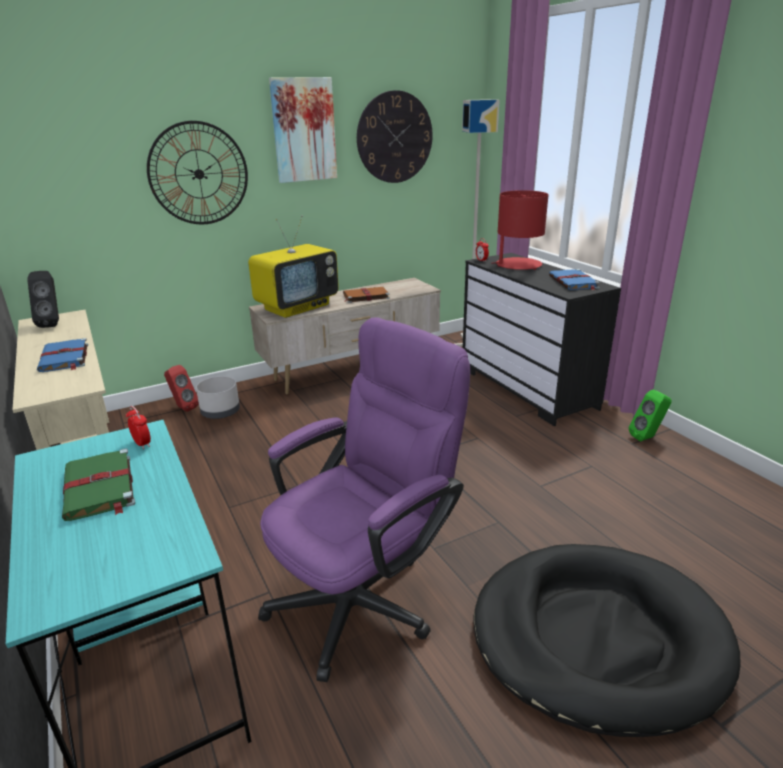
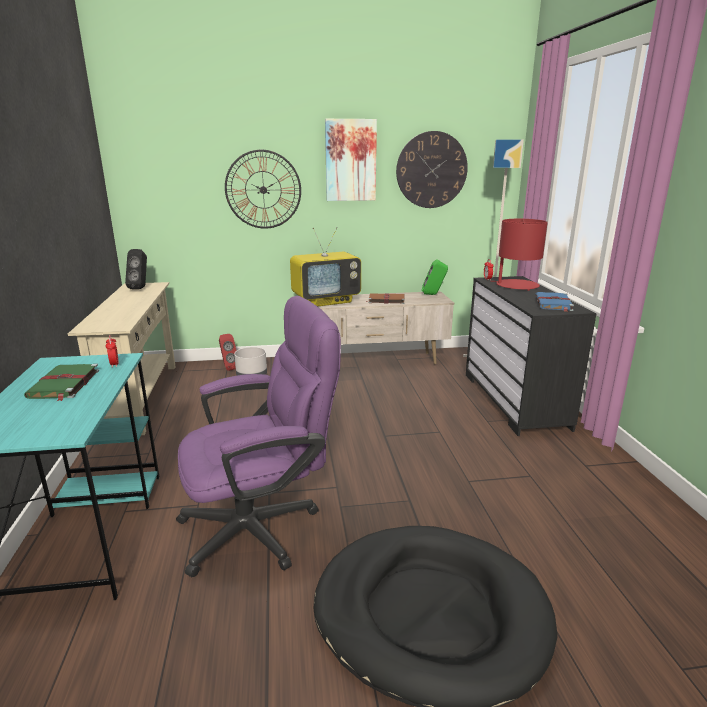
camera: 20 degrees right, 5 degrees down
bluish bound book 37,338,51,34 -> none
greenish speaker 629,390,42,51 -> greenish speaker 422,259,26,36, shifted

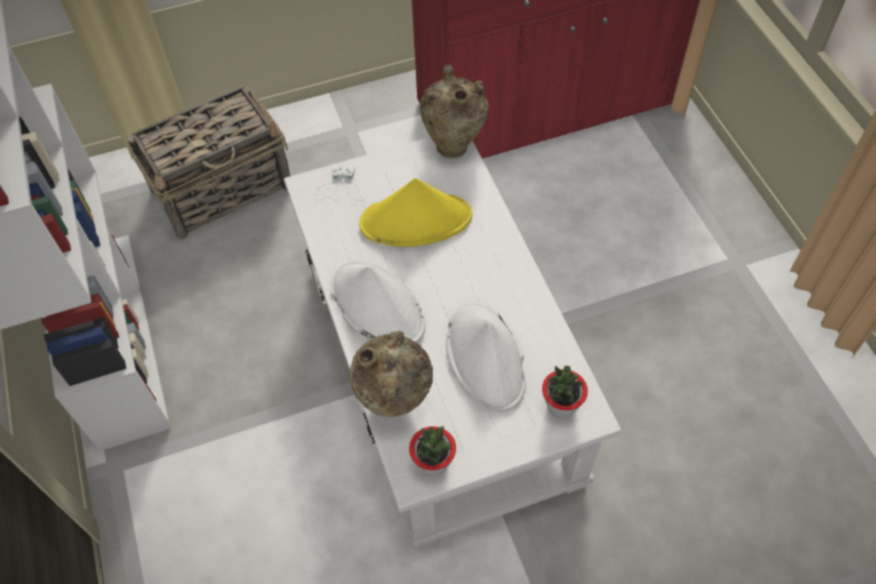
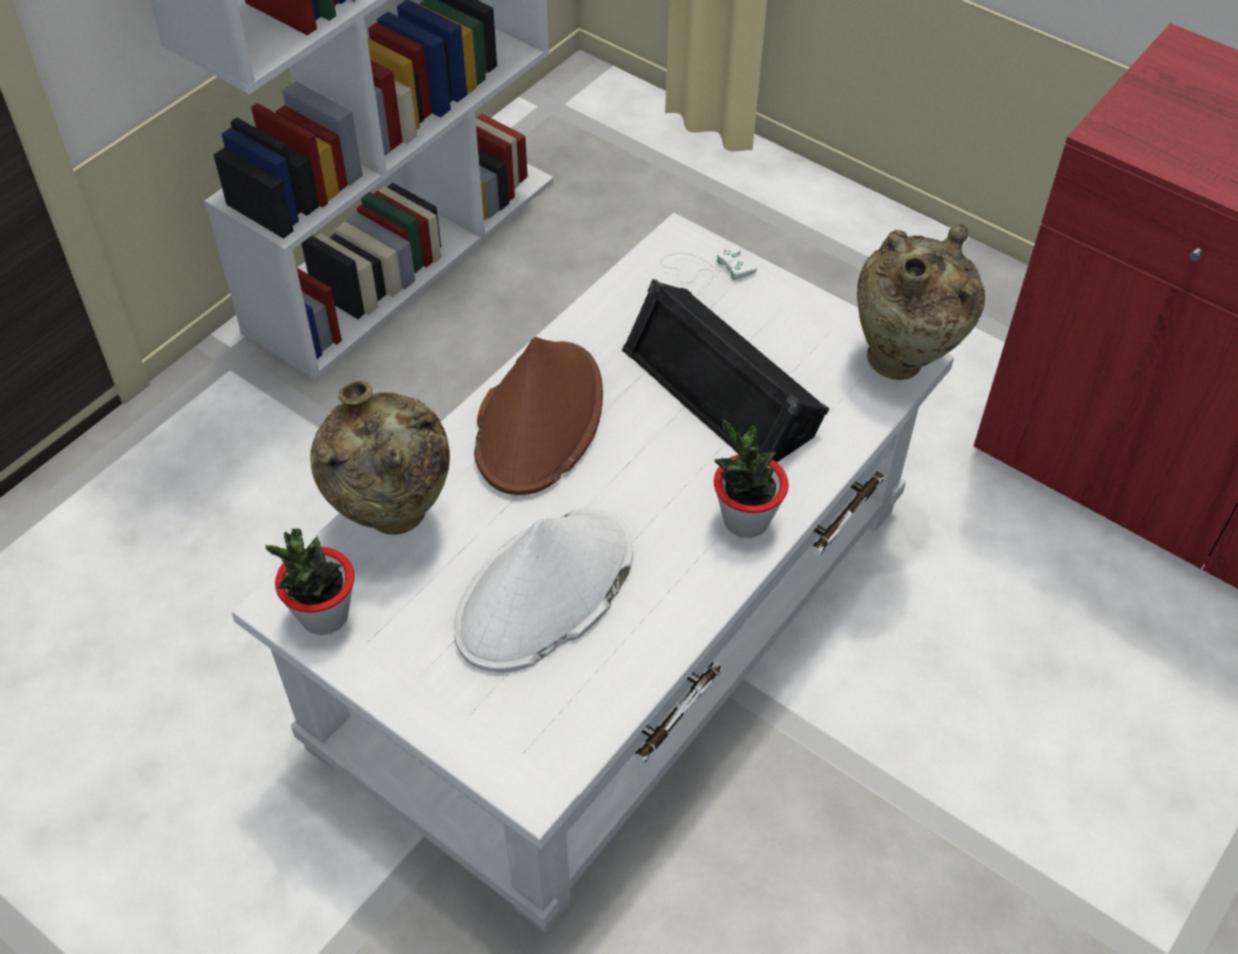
camera: 55 degrees right, 5 degrees down
storage basket 127,86,163,153 -> none
white-coloured hat 330,261,95,81 -> brown hat 474,337,129,158
yellow hat 359,178,113,69 -> black-coloured speaker 622,279,207,183
potted plant 542,366,46,53 -> potted plant 714,419,75,119, shifted

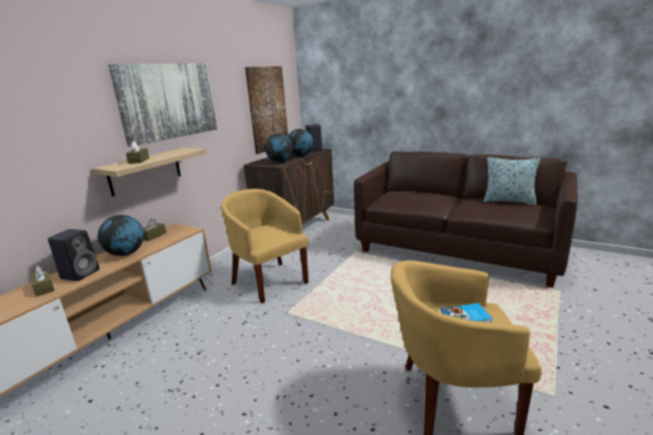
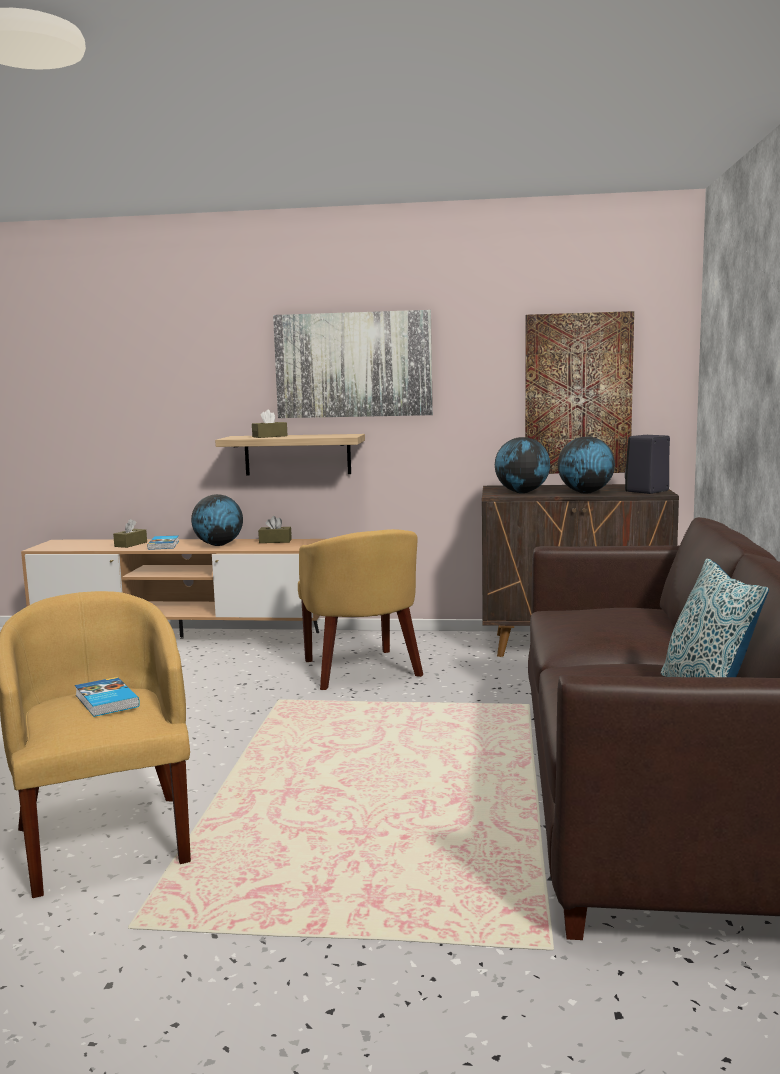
camera: 65 degrees right, 10 degrees down
black-coloured speaker 48,229,52,52 -> bound book 147,535,32,15
yellow lounge chair 221,189,88,115 -> yellow lounge chair 298,529,125,161, 135 degrees clockwise

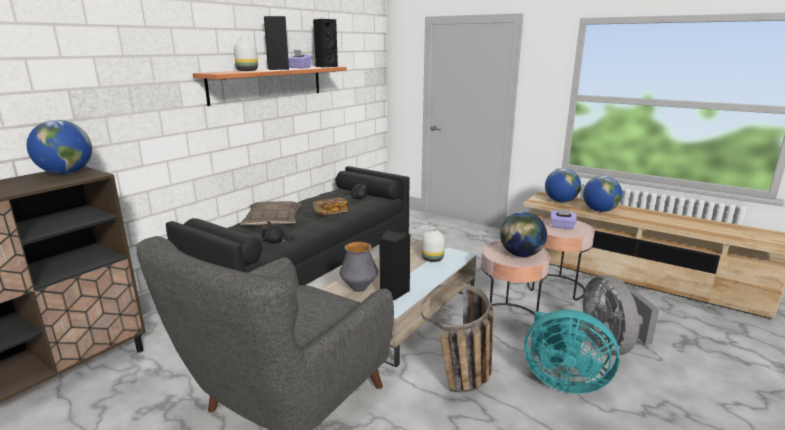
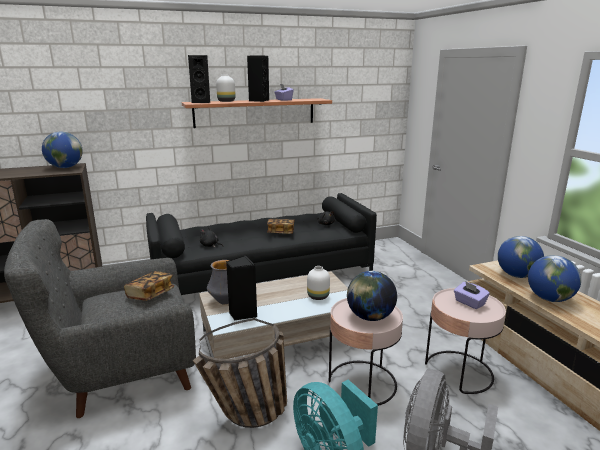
camera: 35 degrees right, 0 degrees up
throw pillow 240,201,61,24 -> none
black-coloured speaker 313,19,25,48 -> black-coloured speaker 188,55,22,48, shifted
none -> bound book 124,271,50,30

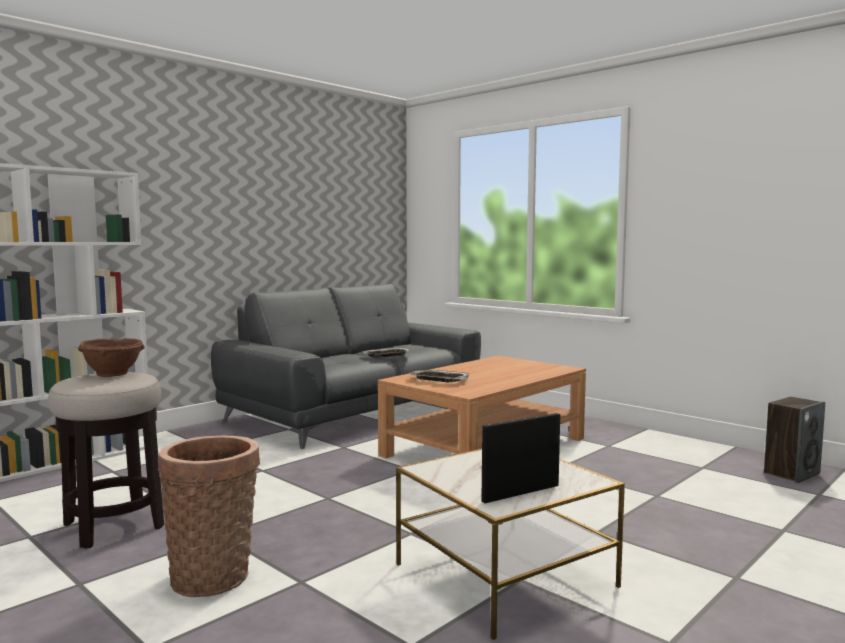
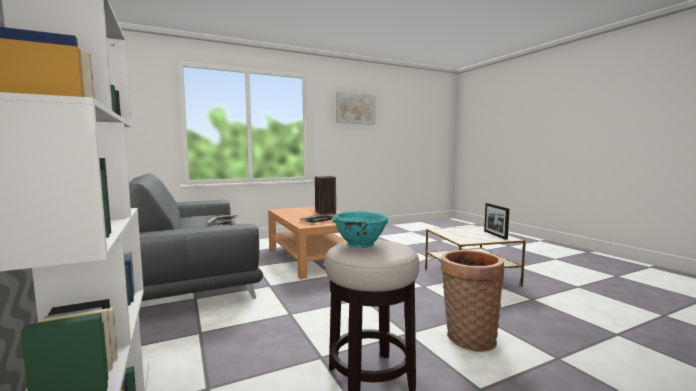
camera: 70 degrees left, 0 degrees up
brown deep dish 78,338,67,39 -> blue-green deep dish 333,211,55,37
speaker 764,397,61,86 -> speaker 315,176,21,39, shifted
none -> wall art 336,93,40,32

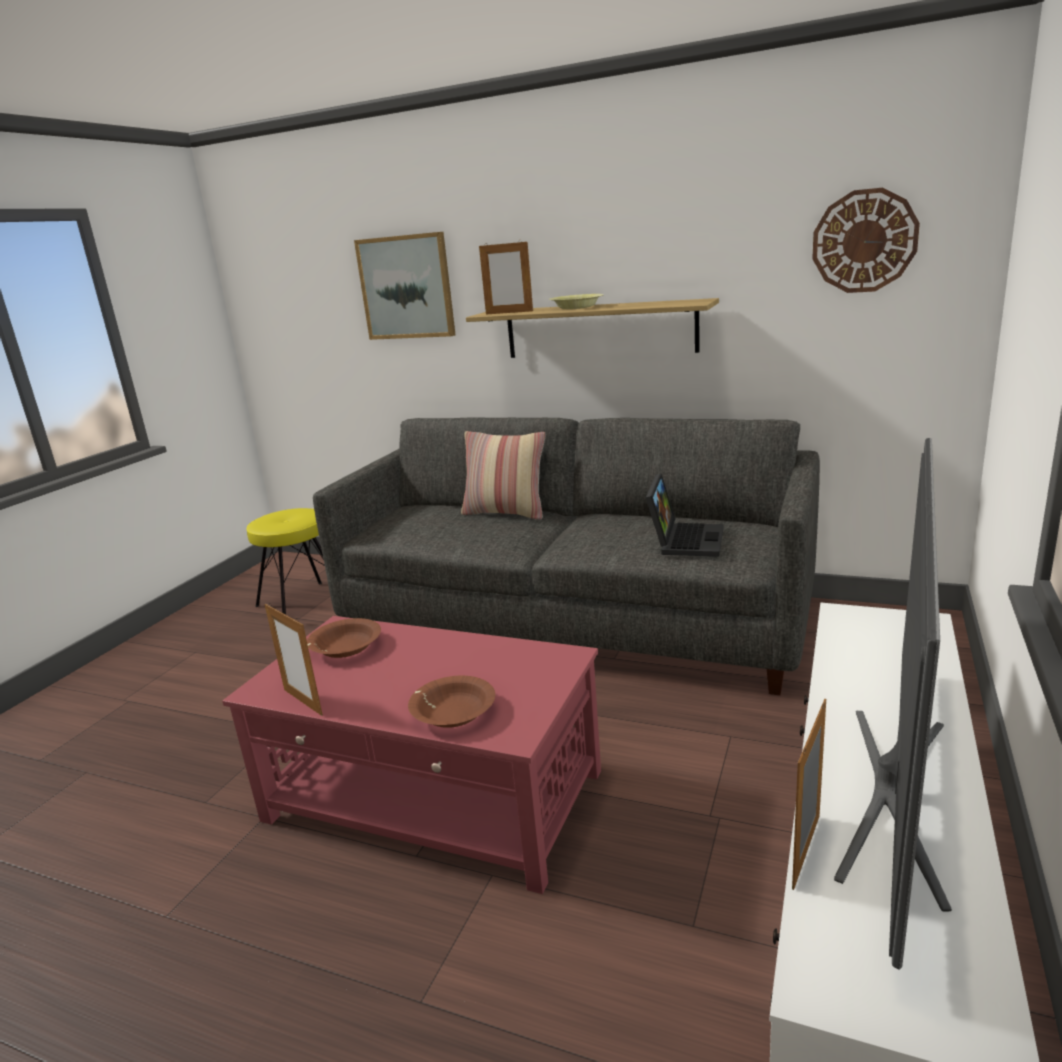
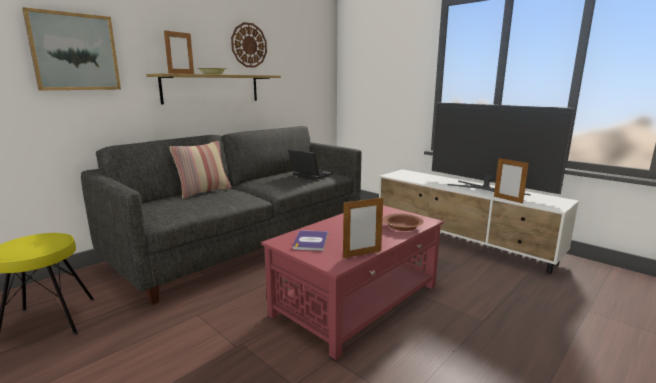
camera: 70 degrees left, 5 degrees down
brown deep dish 307,618,74,40 -> bound book 293,230,35,21
wall clock 812,188,108,105 -> wall clock 231,22,36,46, shifted

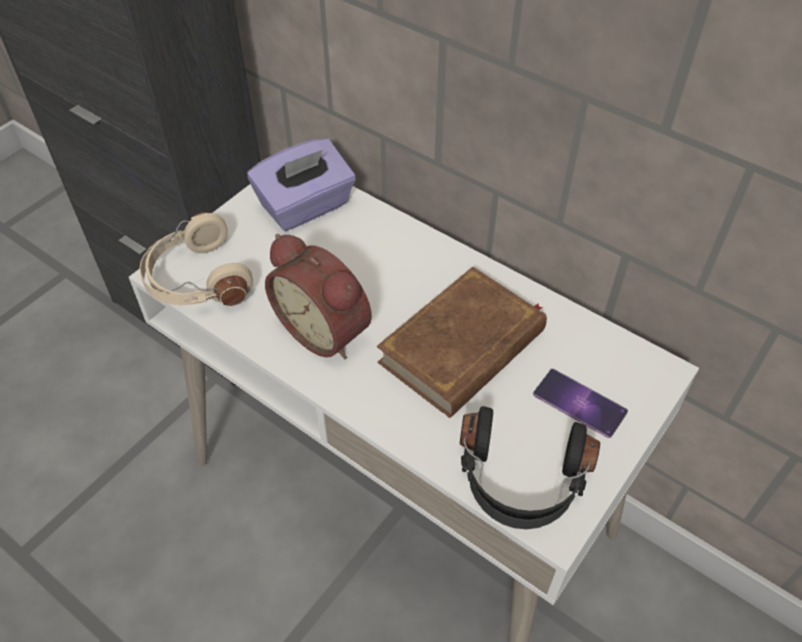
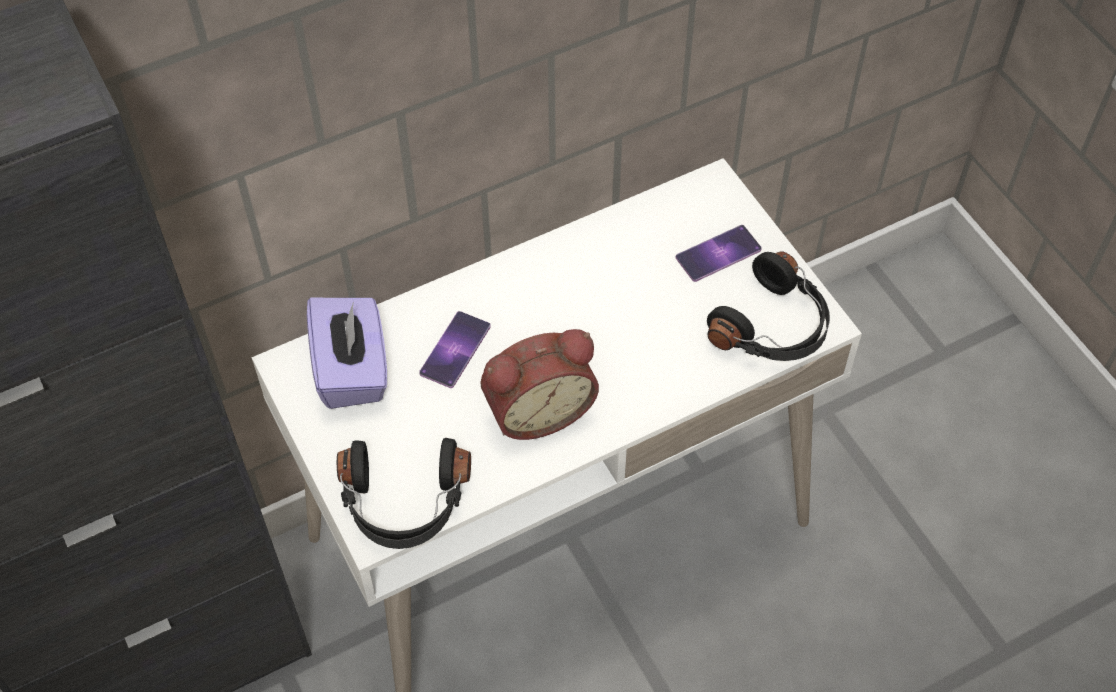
camera: 65 degrees left, 5 degrees up
beige-coloured headset 139,212,114,94 -> black-coloured headset 337,438,134,111
brown bound book 377,267,170,151 -> none
none -> phone 419,311,72,77

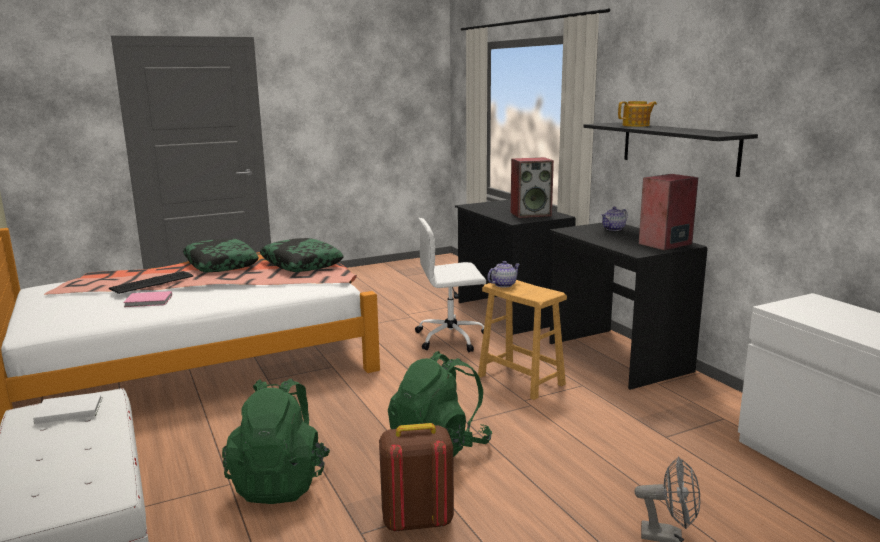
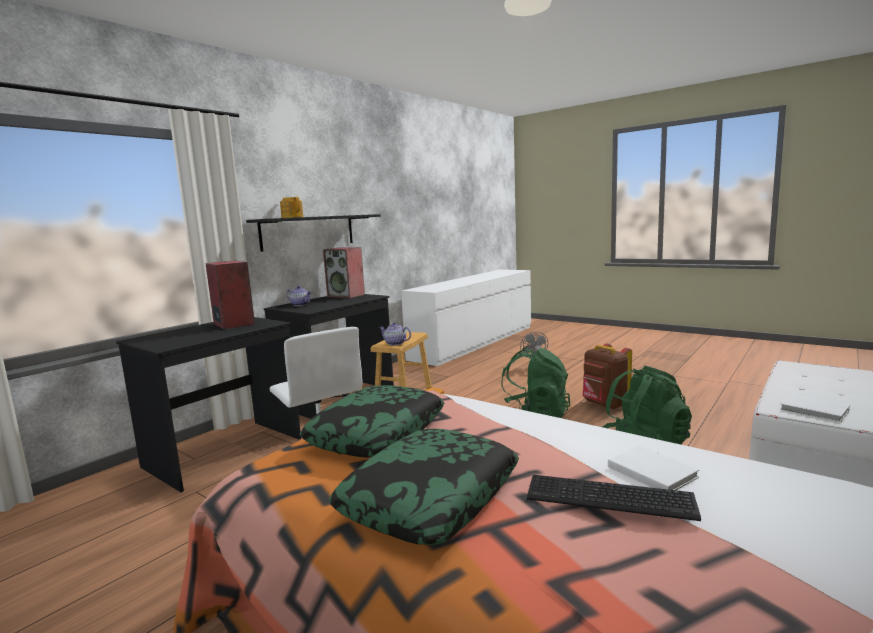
camera: 115 degrees left, 5 degrees down
pinkish bound book 123,291,49,16 -> white-coloured bound book 608,446,91,44

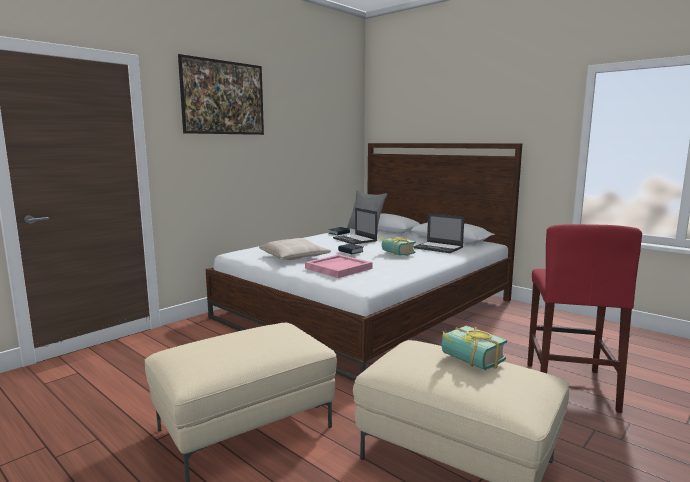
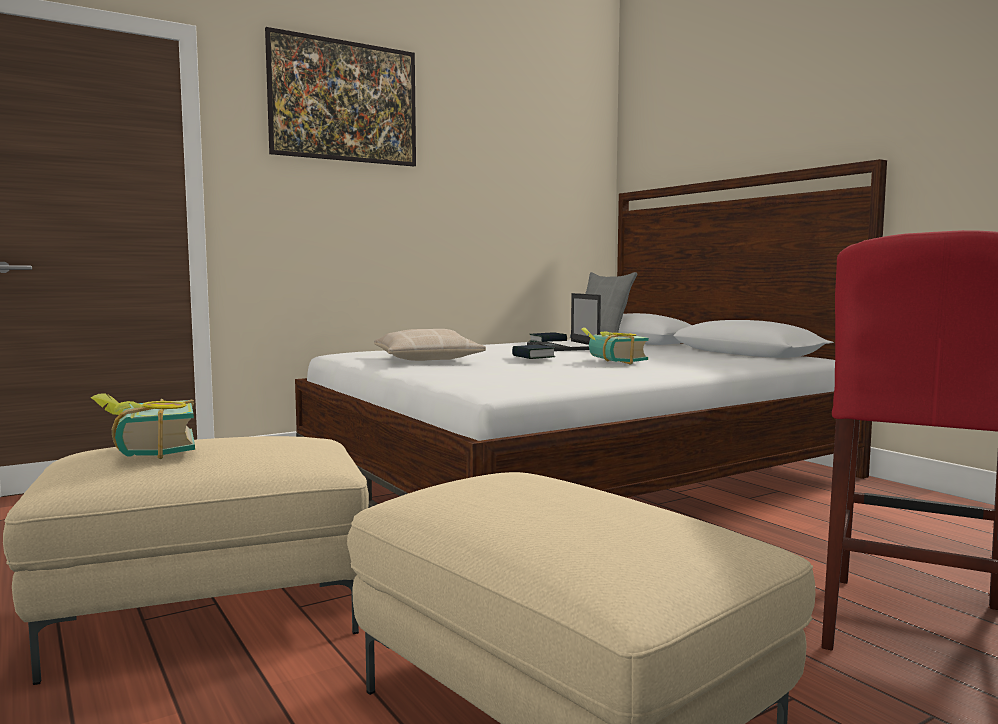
camera: 15 degrees right, 5 degrees down
pinkish tray 305,255,68,23 -> none
notebook computer 414,213,51,40 -> none
bound book 442,326,65,44 -> bound book 91,393,104,66, shifted

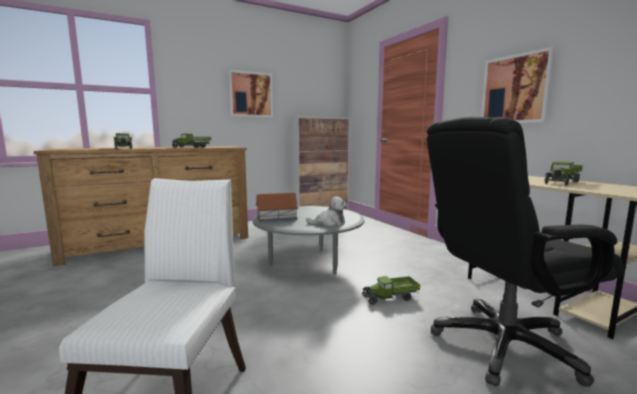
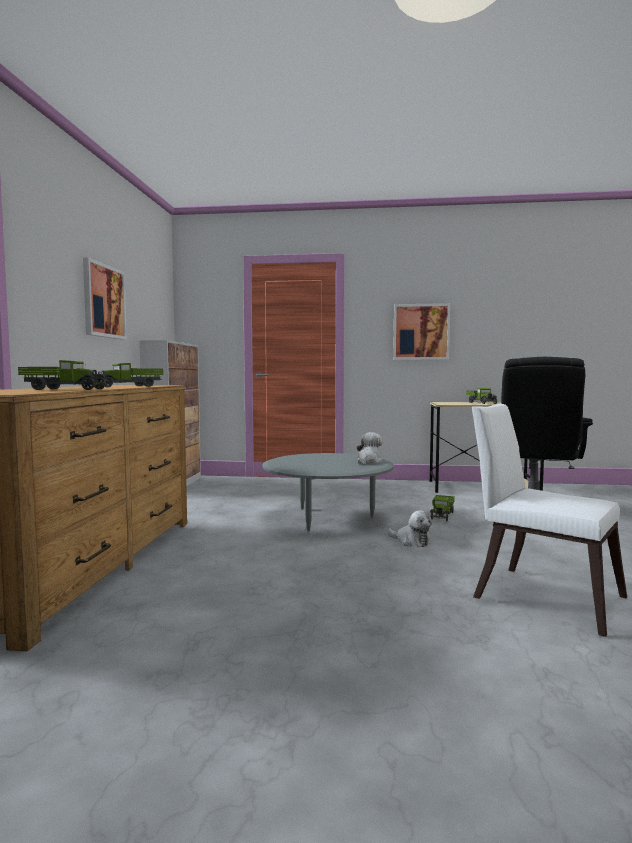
camera: 55 degrees left, 5 degrees down
toy house 256,193,42,30 -> none
none -> soft toy 387,510,45,37

